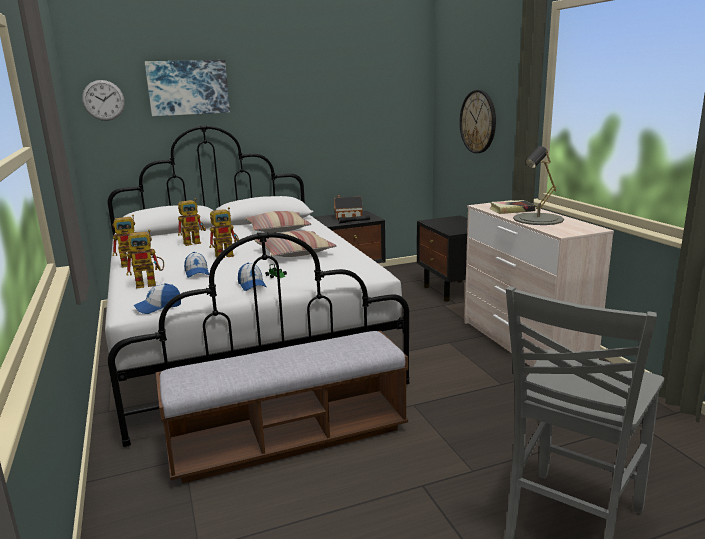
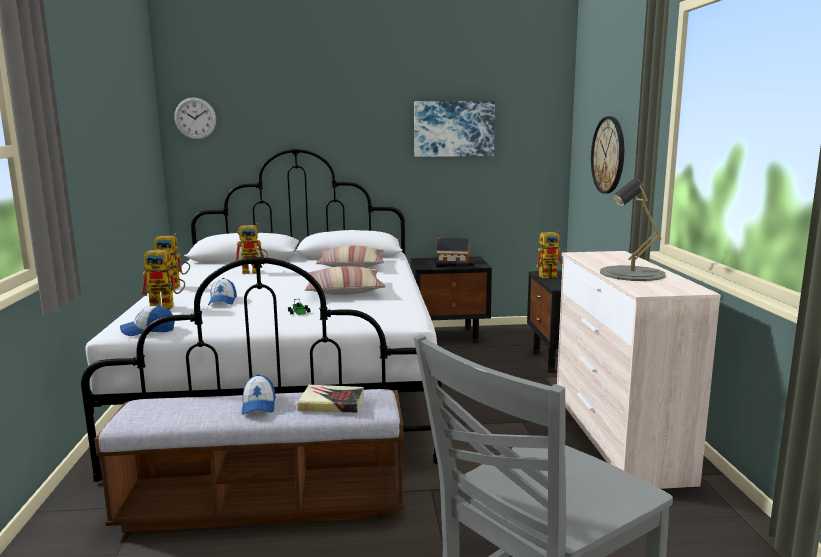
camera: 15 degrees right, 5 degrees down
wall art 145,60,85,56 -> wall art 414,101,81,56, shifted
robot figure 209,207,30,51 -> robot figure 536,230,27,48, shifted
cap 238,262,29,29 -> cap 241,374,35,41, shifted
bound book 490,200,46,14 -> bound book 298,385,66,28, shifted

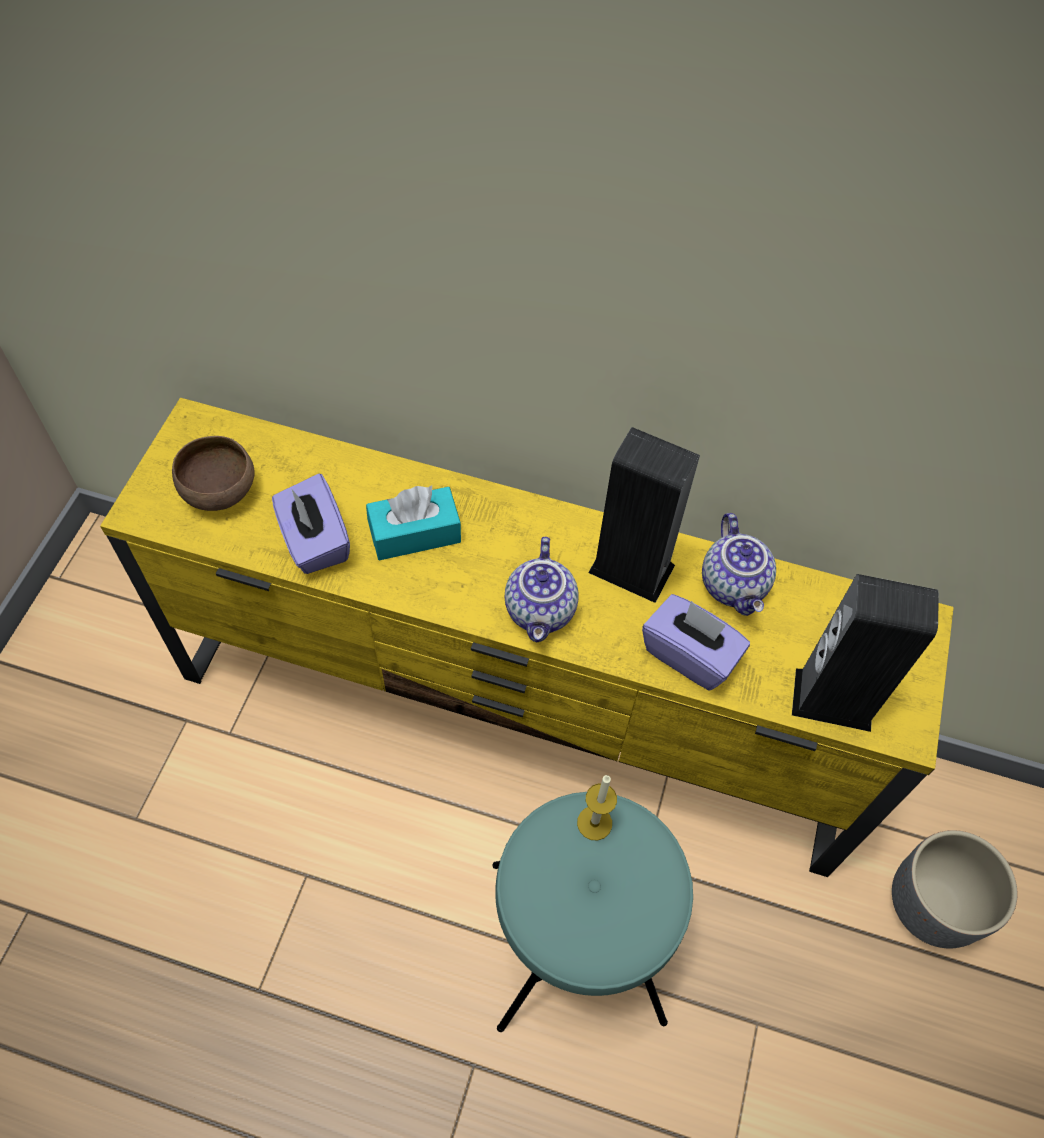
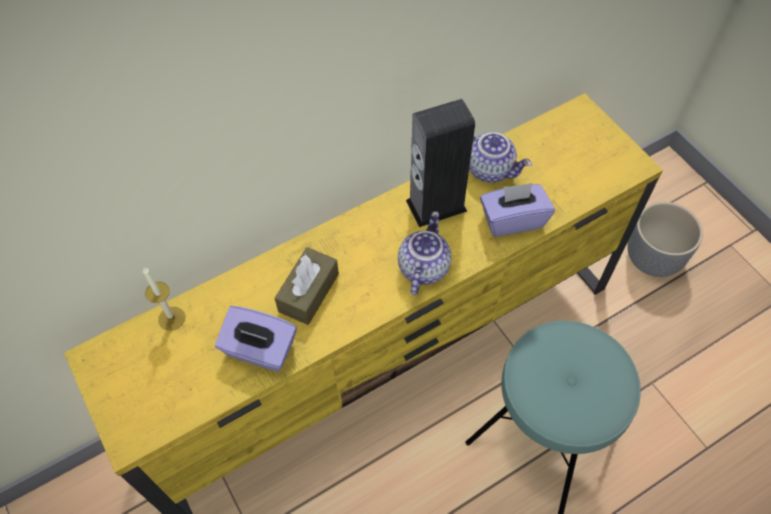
camera: 45 degrees left, 0 degrees up
brown deep dish 172,436,83,75 -> none
blue-green tissue box 366,485,95,75 -> brown tissue box 275,247,64,78
teapot 505,537,74,105 -> teapot 398,211,54,84, 120 degrees counterclockwise
candle 577,775,40,66 -> candle 143,268,42,63, shifted
speaker 792,574,147,158 -> none

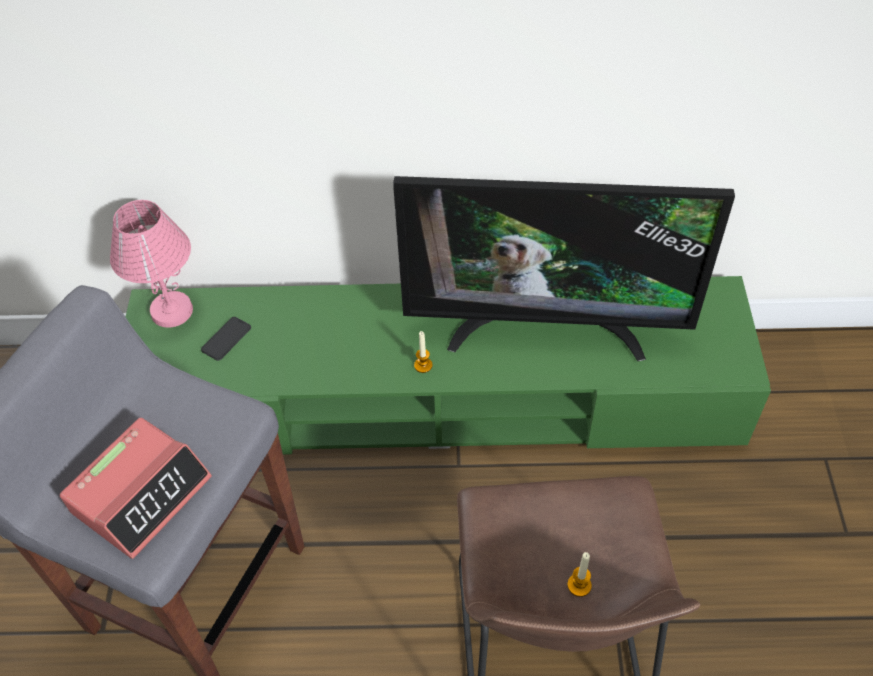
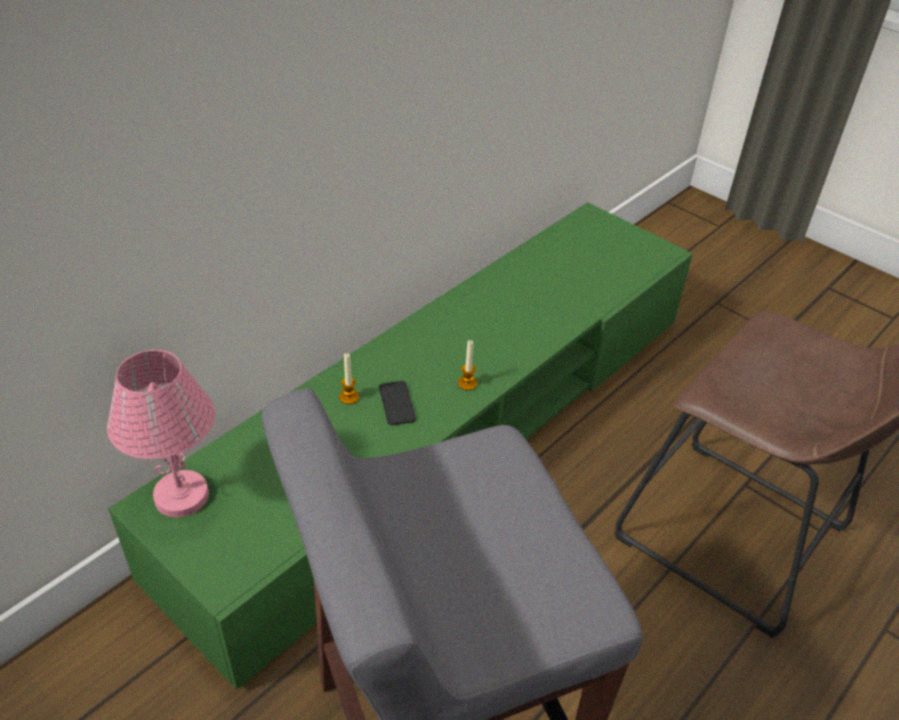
camera: 50 degrees left, 10 degrees down
bedside clock 60,418,152,141 -> none
phone 201,317,50,44 -> phone 379,381,37,44, shifted
TV set 393,176,342,185 -> none
candle 567,552,25,45 -> candle 339,353,20,51, shifted

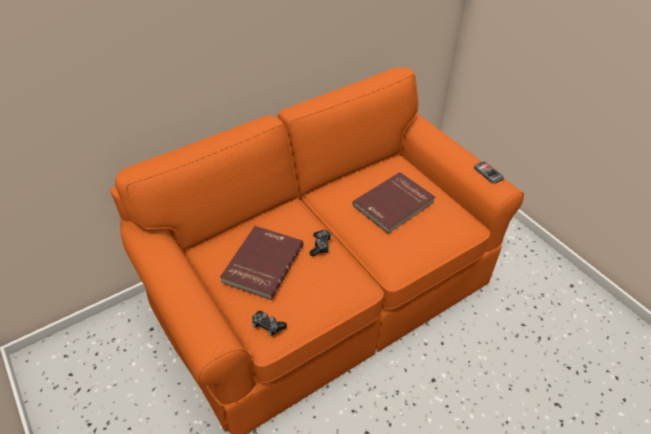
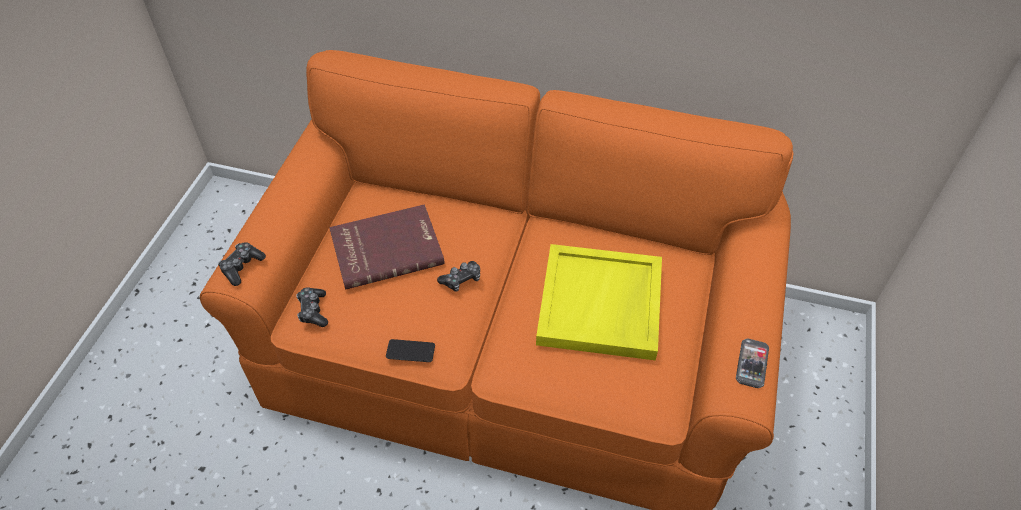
camera: 50 degrees right, 5 degrees up
reddish bound book 353,172,82,62 -> yellow tray 536,244,126,117
none -> joypad 218,242,48,44
none -> phone 386,339,49,23

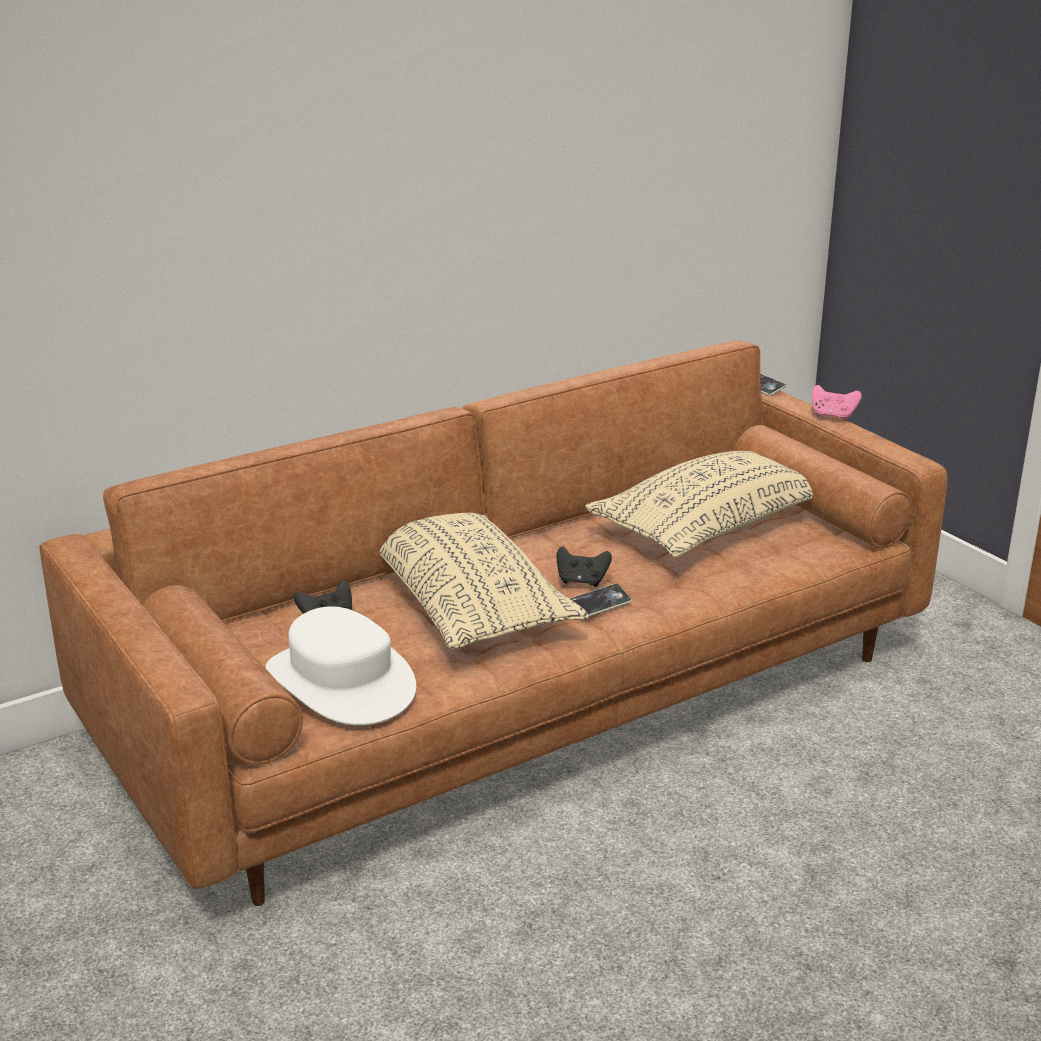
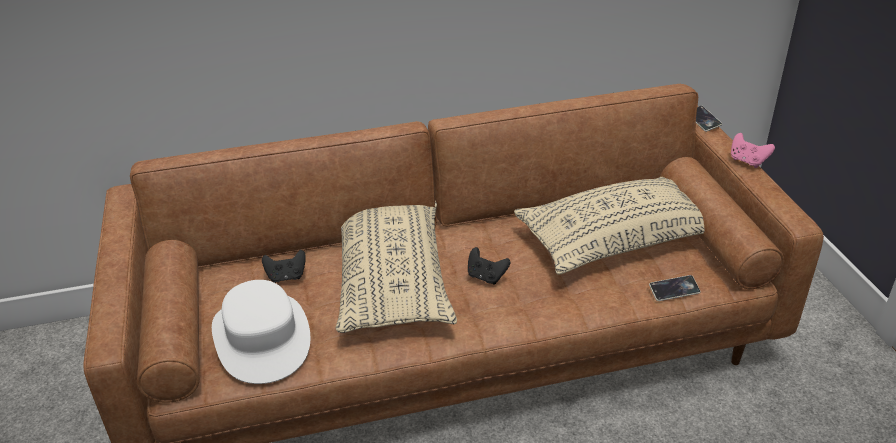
camera: 20 degrees right, 10 degrees up
phone 570,584,62,32 -> phone 649,275,52,26, shifted

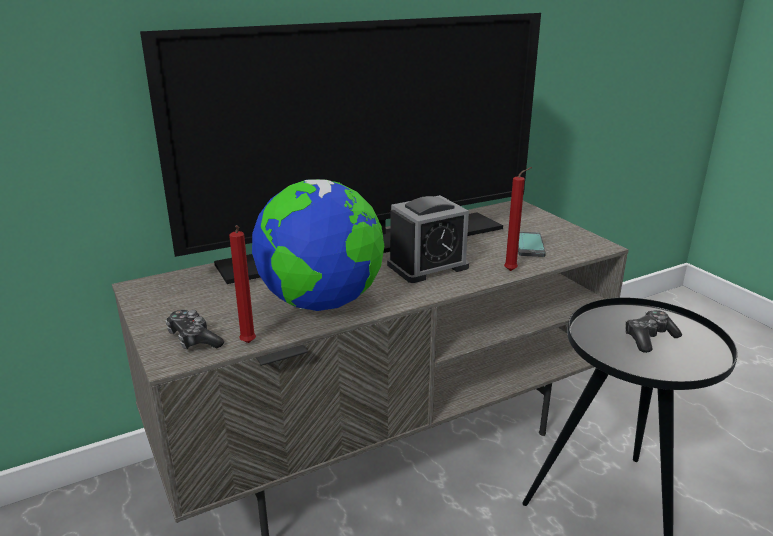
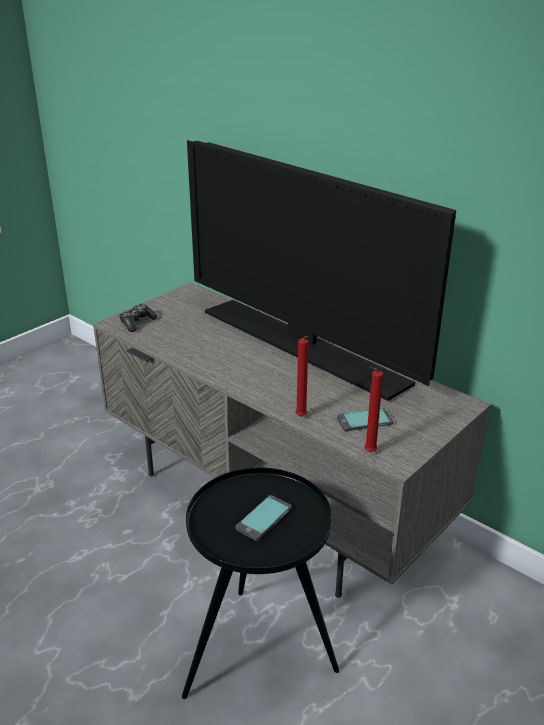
camera: 70 degrees right, 5 degrees up
reddish candle 229,225,27,118 -> reddish candle 364,367,19,85, shifted
globe 252,179,132,132 -> none
bedside clock 387,195,82,88 -> none
joypad 625,310,57,43 -> phone 236,495,56,46

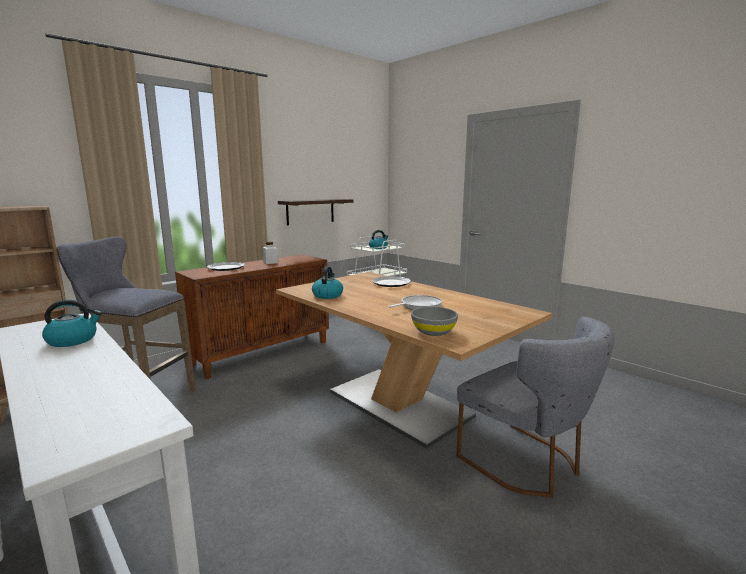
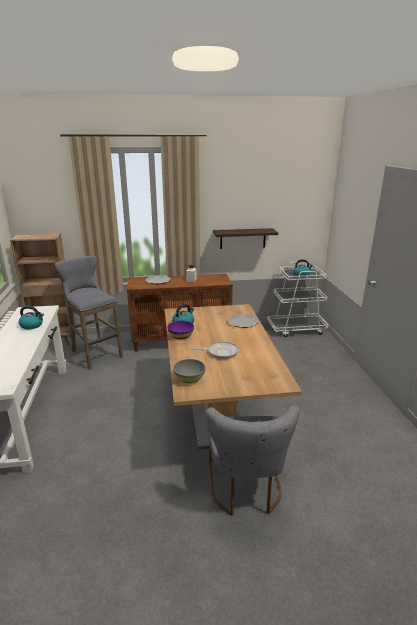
camera: 35 degrees right, 10 degrees up
none -> purplish deep dish 167,321,27,18

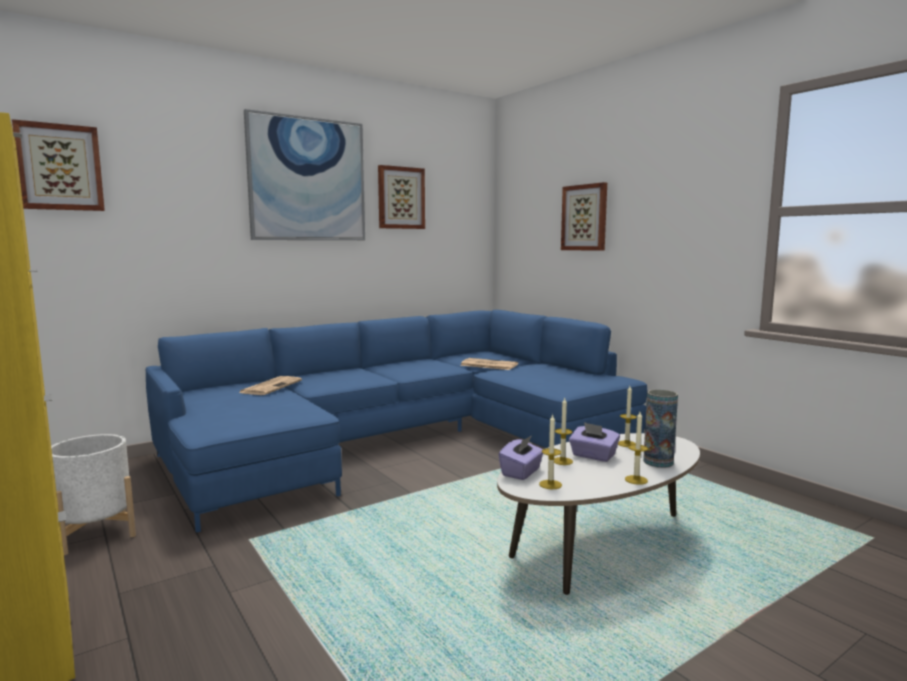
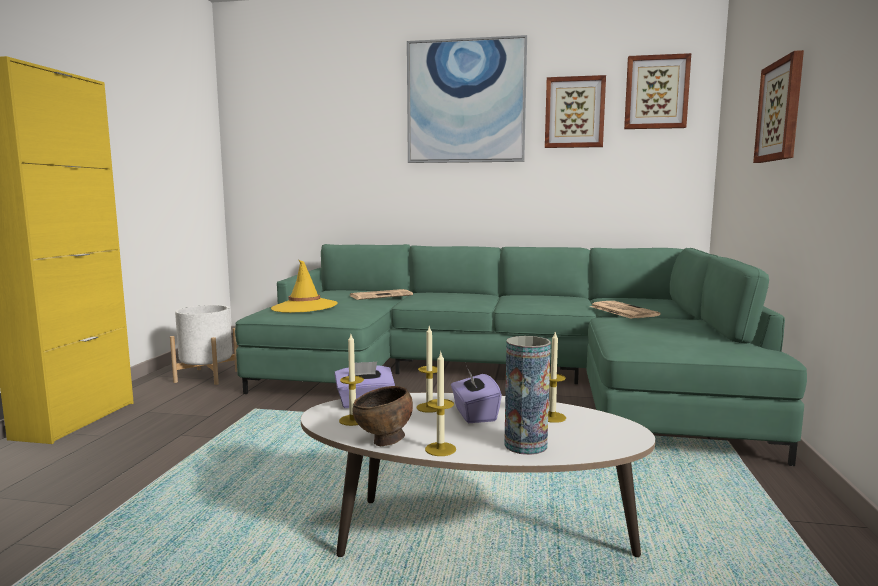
camera: 45 degrees right, 0 degrees up
wall art 12,119,93,92 -> wall art 624,53,67,76, shifted
bluish sofa 146,310,501,223 -> greenish sofa 235,244,572,222
none -> yellow hat 271,260,67,53
none -> brown deep dish 352,386,61,60

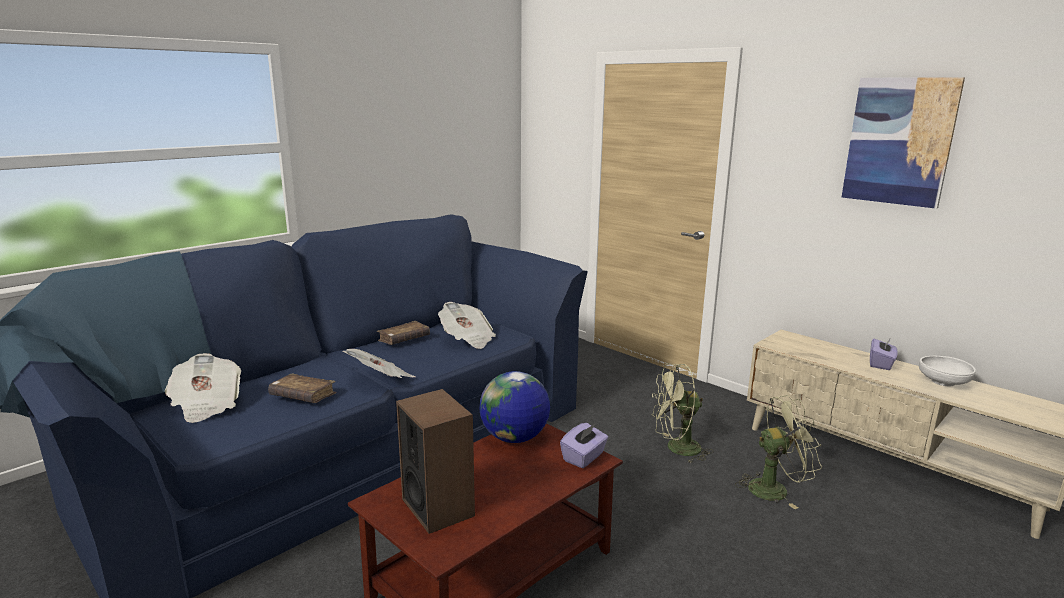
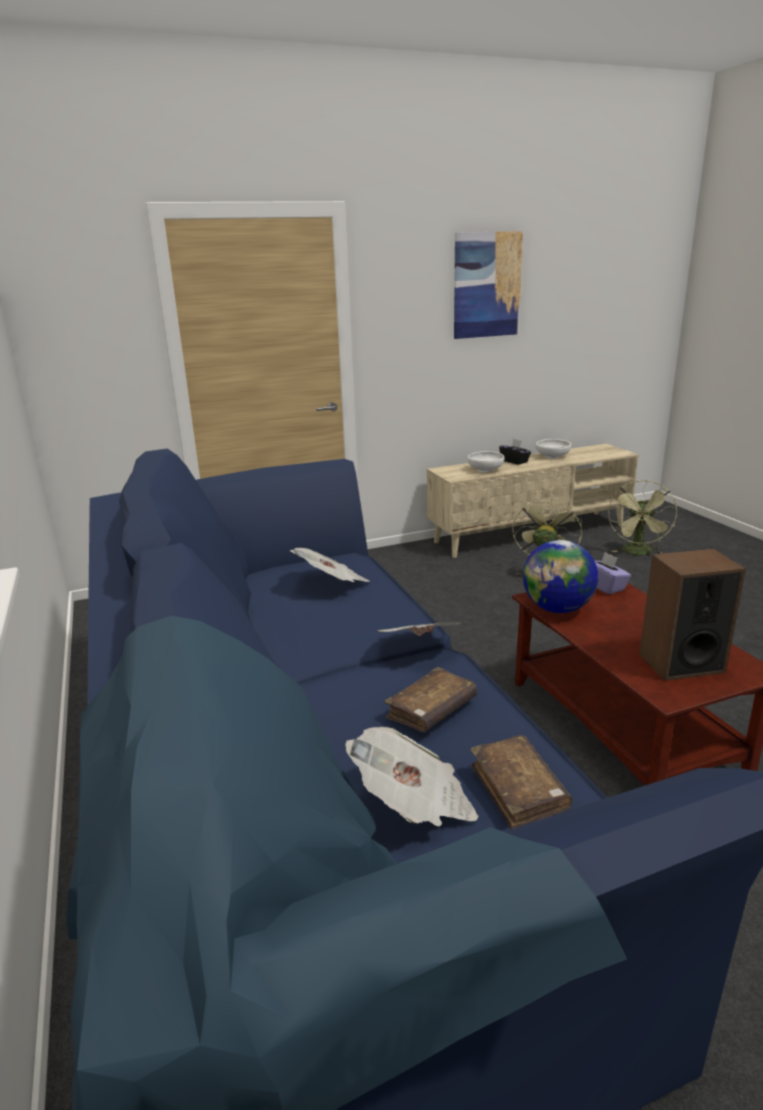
camera: 65 degrees left, 5 degrees up
brown bound book 377,321,53,24 -> brown bound book 471,735,101,95, shifted
greenish fan 652,363,62,101 -> greenish fan 608,480,69,75, shifted
purplish tissue box 870,337,28,33 -> black-coloured tissue box 499,439,32,26
none -> white-coloured deep dish 468,451,36,21

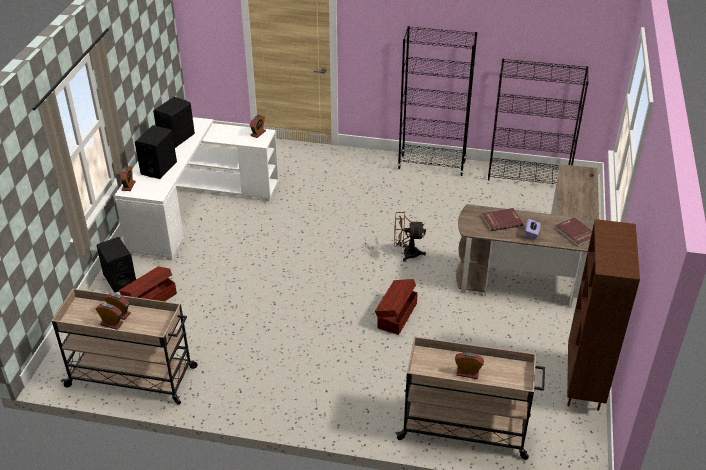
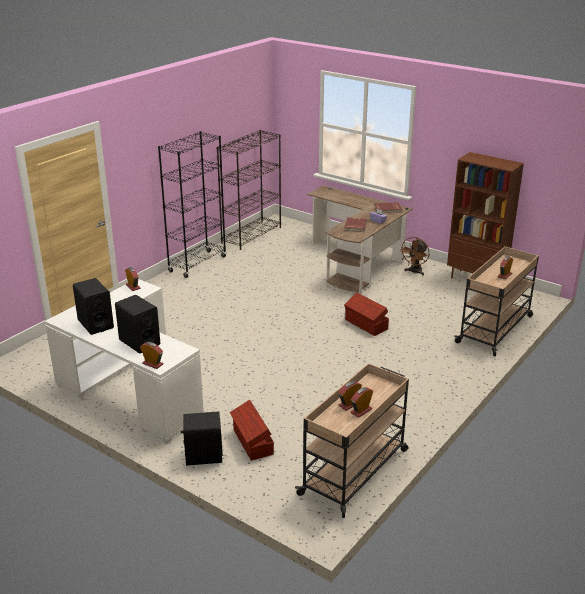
camera: 65 degrees left, 10 degrees down
brown fan 394,212,32,50 -> brown fan 399,237,30,38, shifted

